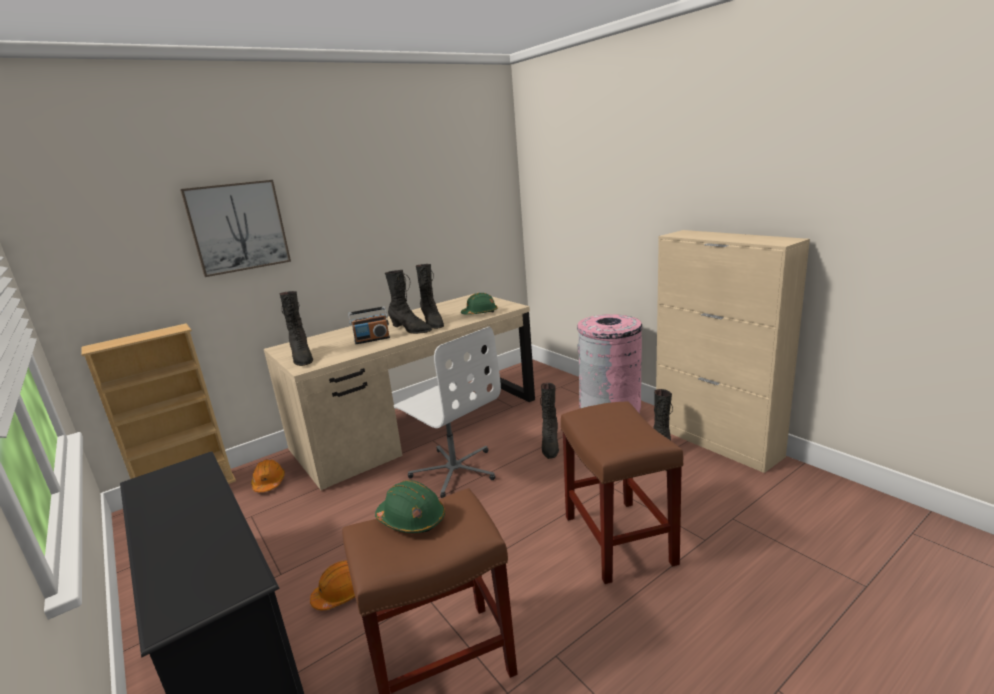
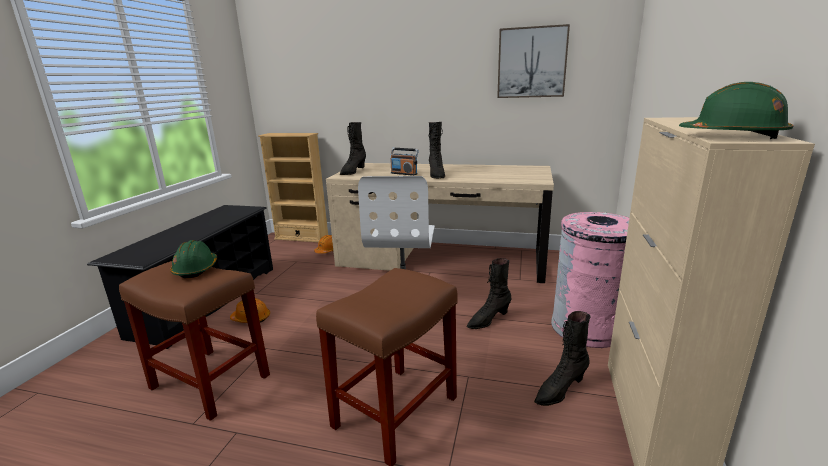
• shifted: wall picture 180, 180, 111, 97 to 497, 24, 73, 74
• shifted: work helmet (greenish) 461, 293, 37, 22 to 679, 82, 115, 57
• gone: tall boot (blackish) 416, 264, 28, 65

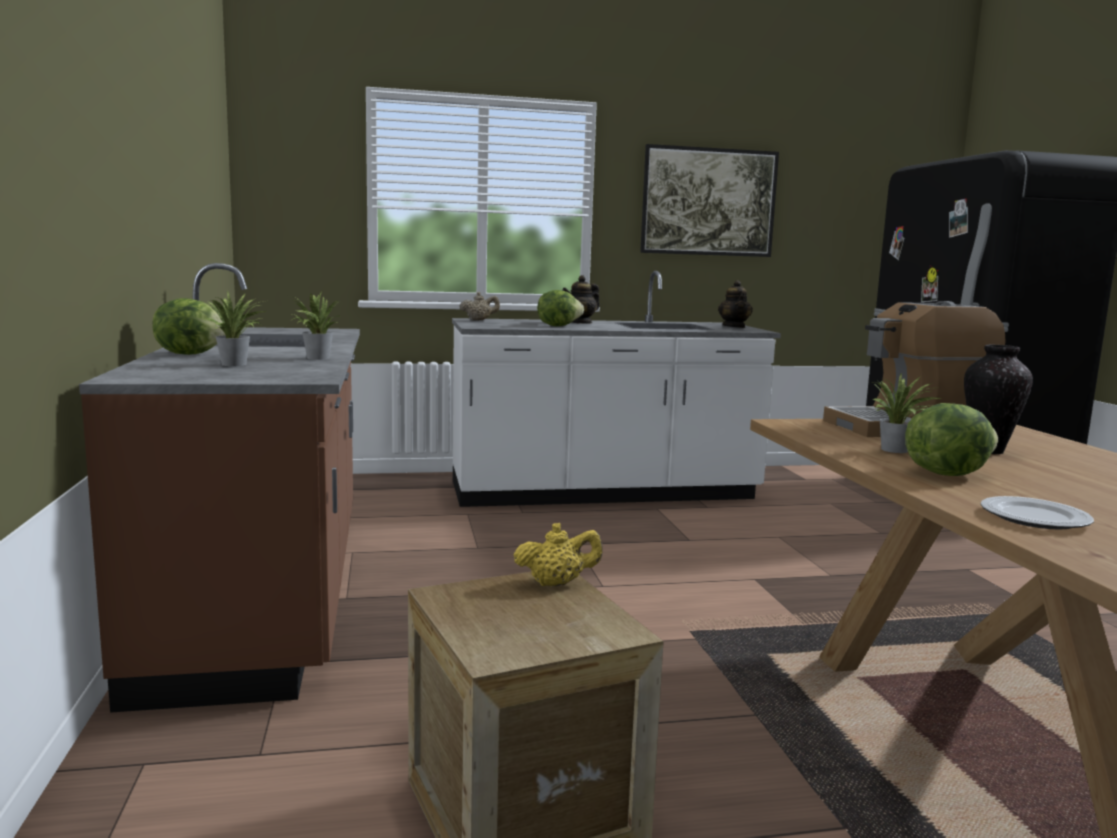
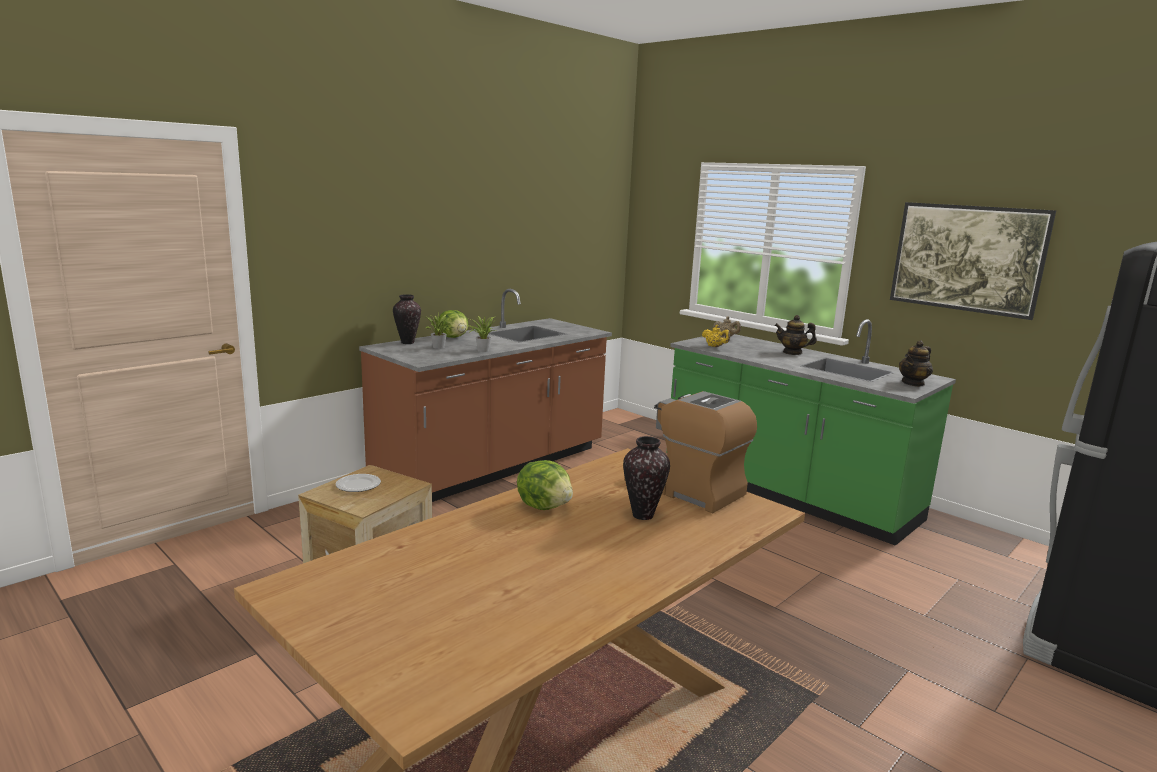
• shifted: dinner plate 980, 496, 114, 34 to 336, 474, 45, 18
• new: vase 393, 294, 28, 50
• repainted: kitchen base unit (white-coloured) 452, 271, 329, 236 to kitchen base unit (greenish) 670, 319, 286, 227
• shifted: teapot (yellow-coloured) 513, 523, 90, 64 to 702, 325, 28, 22
• gone: lettuce 537, 290, 47, 36
• gone: potted plant 872, 374, 69, 79

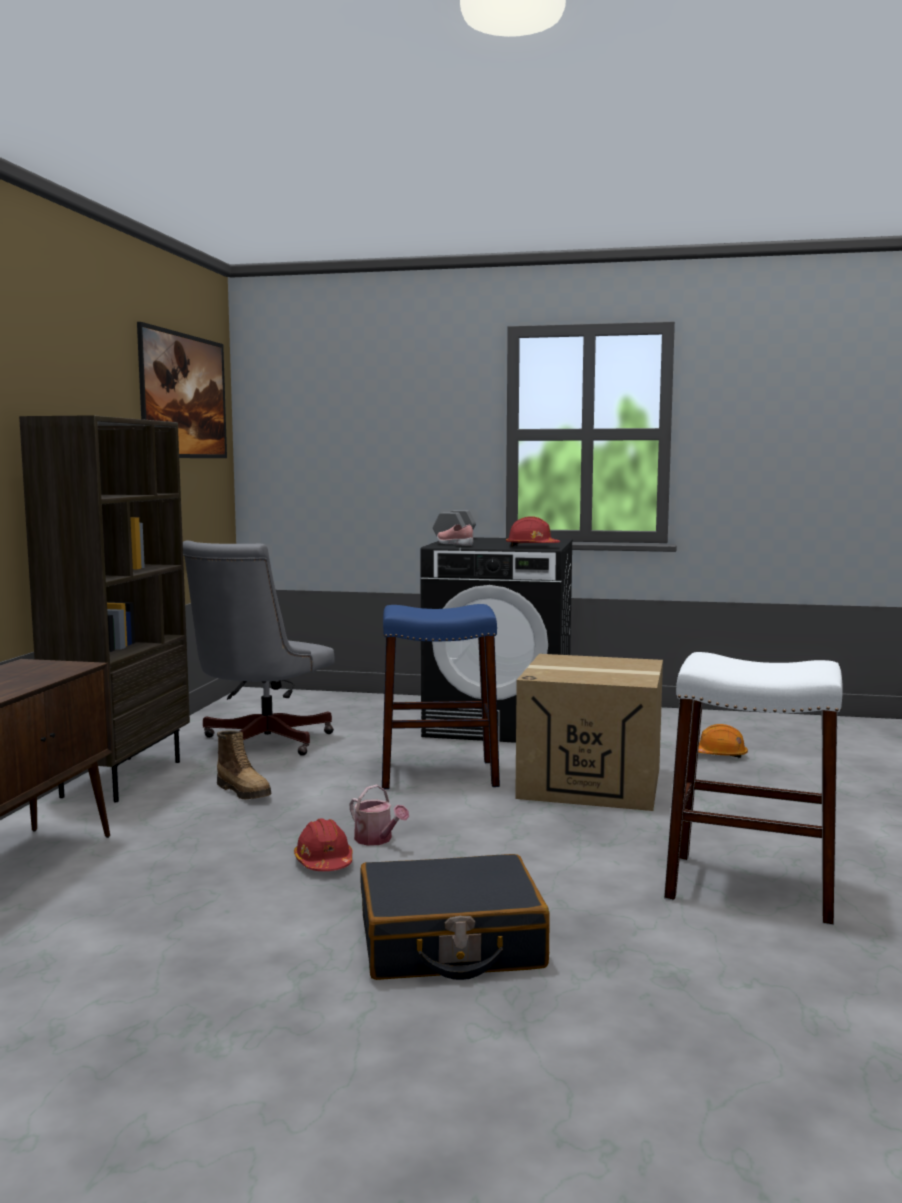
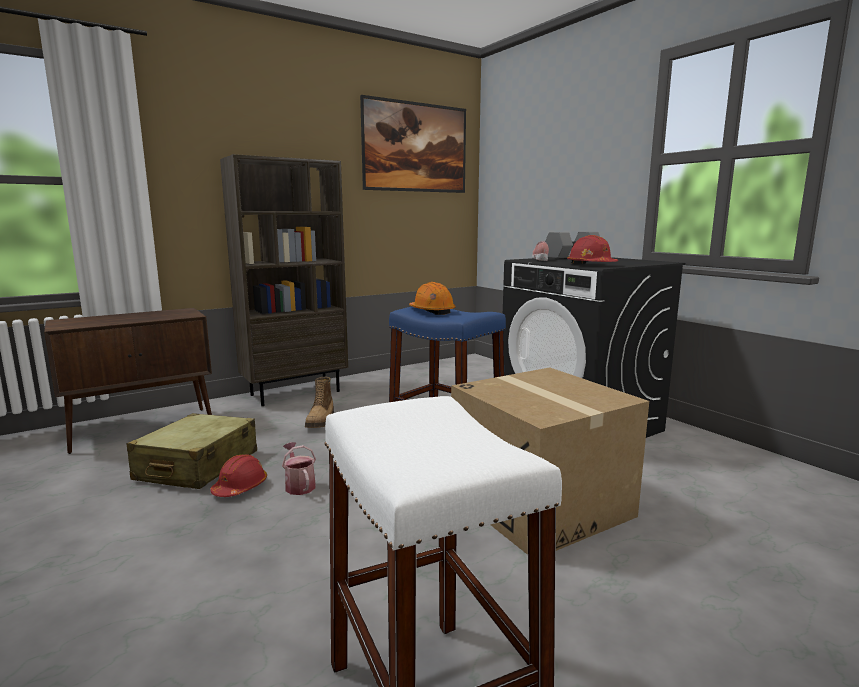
• new: suitcase (beige) 126, 413, 131, 76
• rotated: watering can 349, 784, 60, 62 = 282, 442, 34, 53 150 degrees clockwise
• shifted: work helmet (orange-coloured) 698, 724, 50, 34 to 409, 282, 46, 33
• gone: desk chair (greyish) 183, 541, 152, 215
• gone: suitcase (blackish) 361, 854, 189, 126

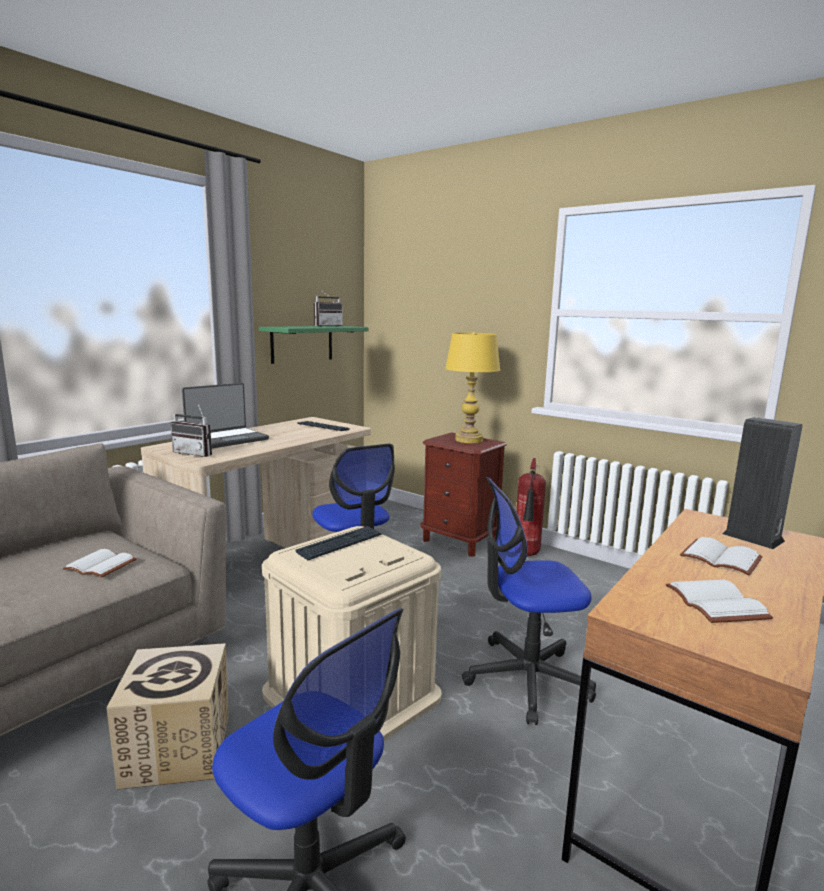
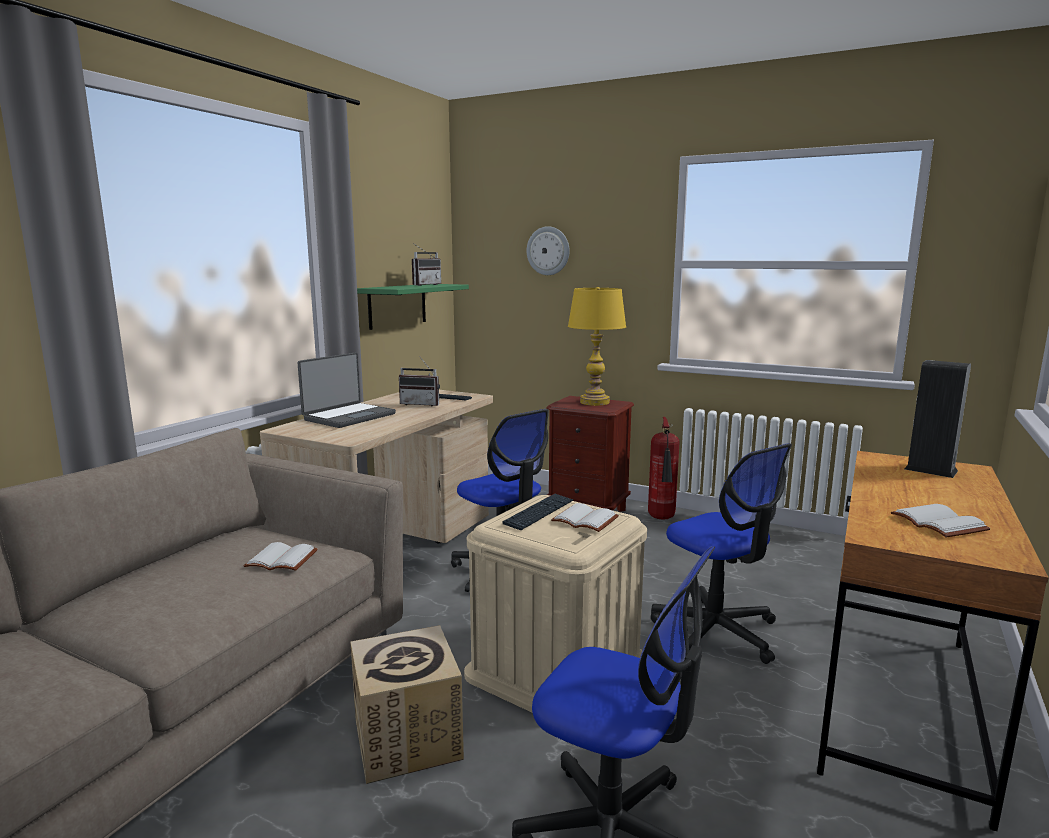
• shifted: radio set 171, 402, 41, 55 to 399, 356, 41, 50
• new: wall clock 527, 226, 43, 49
• shifted: bound book (white-coloured) 680, 537, 83, 38 to 551, 503, 68, 29
• rotated: desk chair 462, 477, 134, 248 = 651, 443, 141, 221 105 degrees counterclockwise

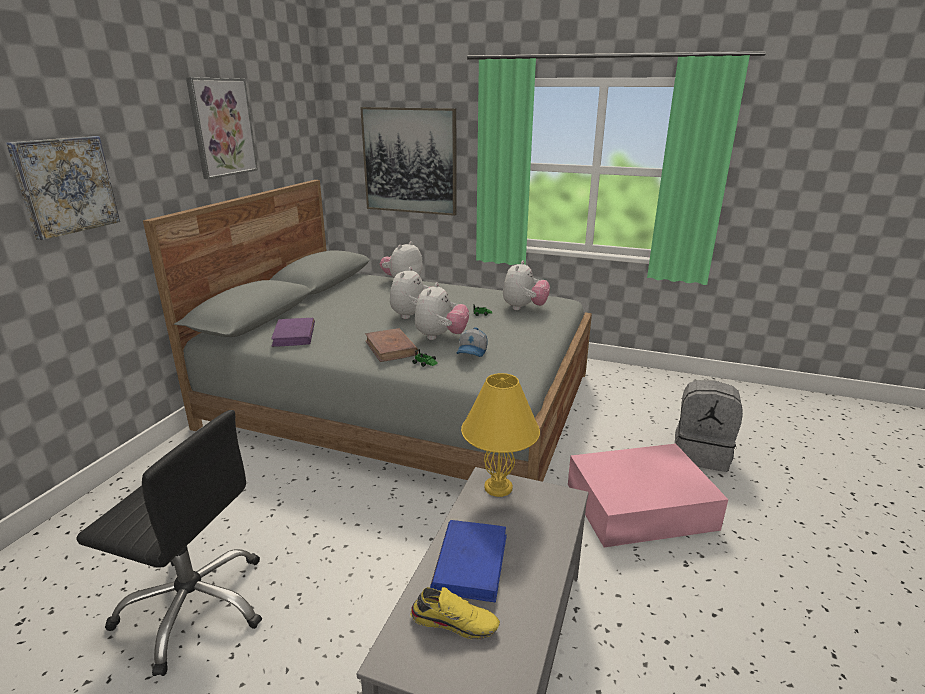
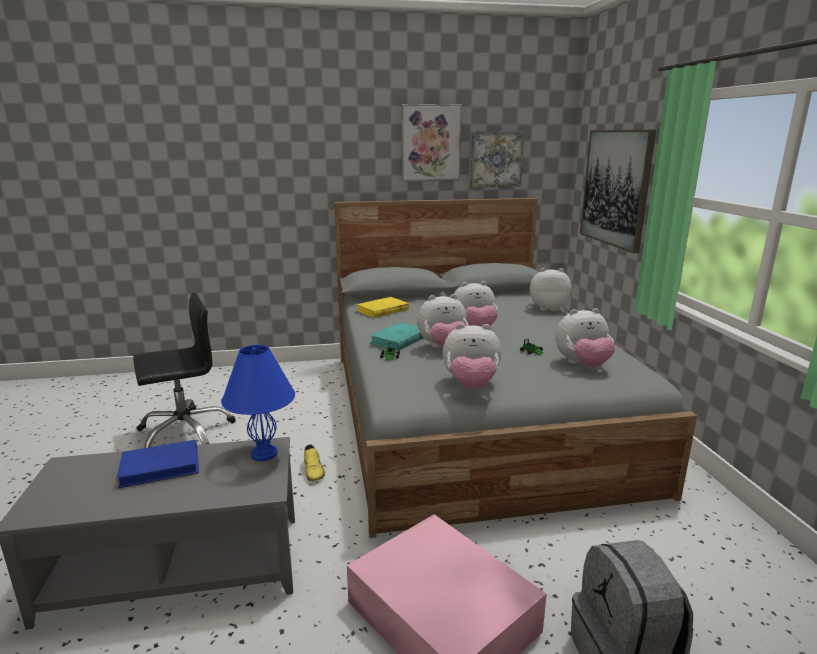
• rotated: desk chair (blackish) 76, 410, 186, 266 = 133, 292, 103, 156 105 degrees counterclockwise
• repainted: table lamp (yellow-coloured) 461, 373, 79, 124 to table lamp (blue-coloured) 221, 345, 74, 116
• shifted: low shoe (yellow-coloured) 410, 587, 90, 53 to 304, 444, 21, 37
• repainted: bound book (purple-coloured) 271, 318, 44, 29 to bound book (yellow-coloured) 356, 297, 53, 21
• repainted: bound book (brown-coloured) 365, 328, 53, 34 to bound book (blue-green) 369, 322, 54, 28
• new: soft toy 443, 323, 58, 66
• shifted: wall picture 6, 136, 114, 104 to 470, 131, 54, 56
• gone: cap 456, 327, 32, 30

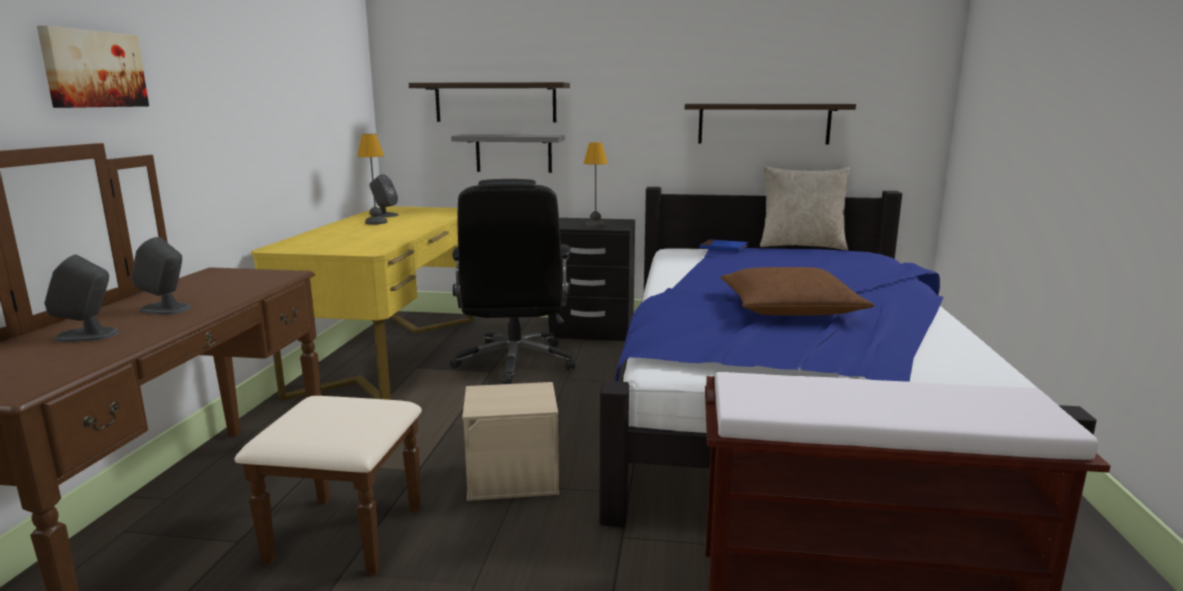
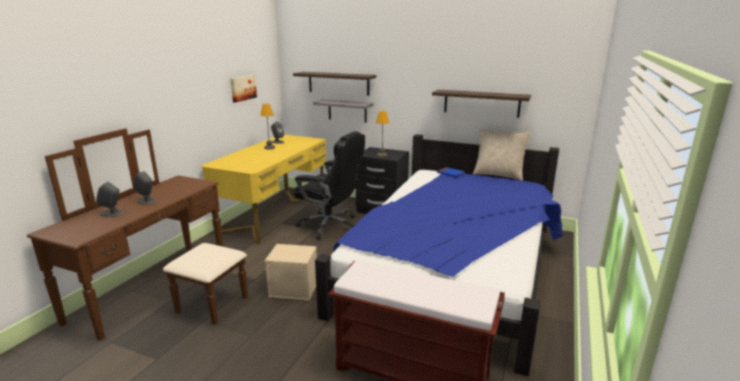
• shifted: wall picture 37, 26, 112, 82 to 230, 75, 27, 28
• rotated: desk chair (blackish) 450, 179, 125, 205 = 294, 131, 71, 109 75 degrees counterclockwise
• gone: cushion (brown-coloured) 720, 267, 154, 49

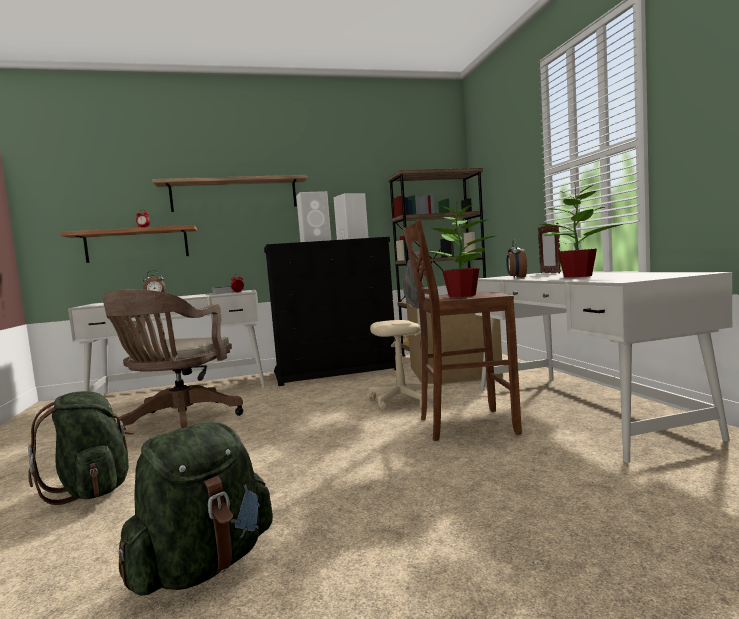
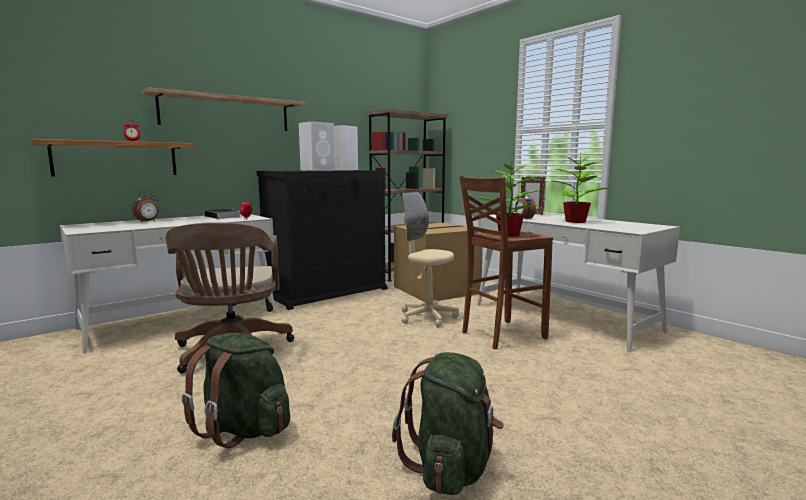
• rotated: desk chair (beige) 369, 252, 65, 159 = 402, 192, 57, 136 105 degrees counterclockwise

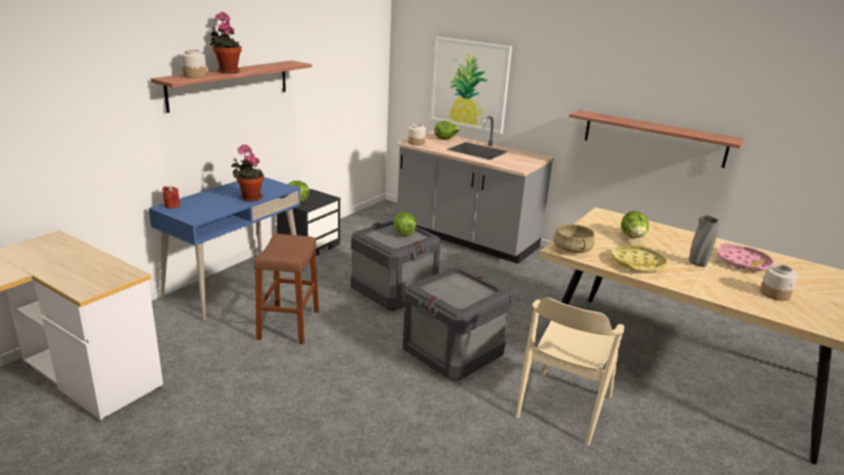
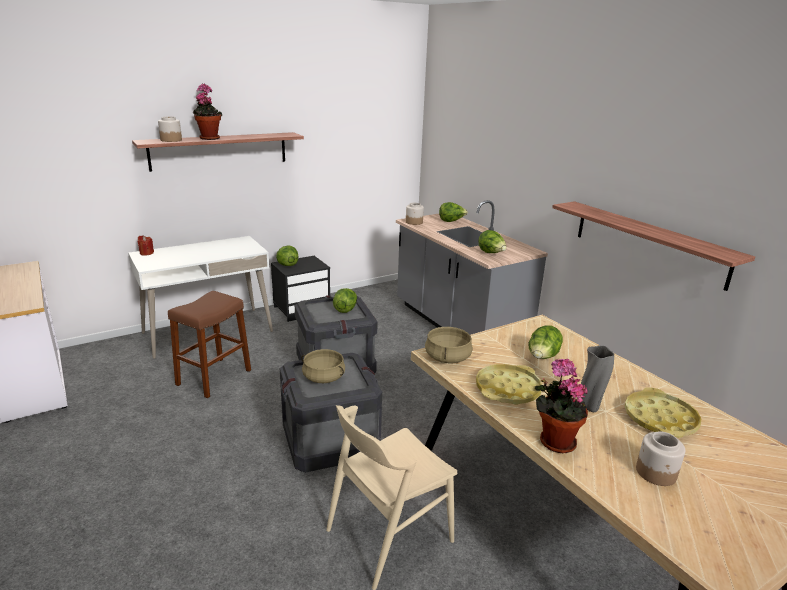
• repainted: desk table (blue-coloured) 149, 177, 151, 144 to desk table (white-coloured) 128, 236, 145, 123
• new: cooking pot (beige) 301, 349, 44, 34
• new: lettuce 478, 230, 28, 23
• shifted: potted plant 231, 144, 33, 58 to 535, 359, 53, 94
• repainted: carrying tray (pink-coloured) 717, 243, 57, 29 to carrying tray (yellow-coloured) 625, 387, 76, 51
• gone: wall picture 431, 37, 81, 97

